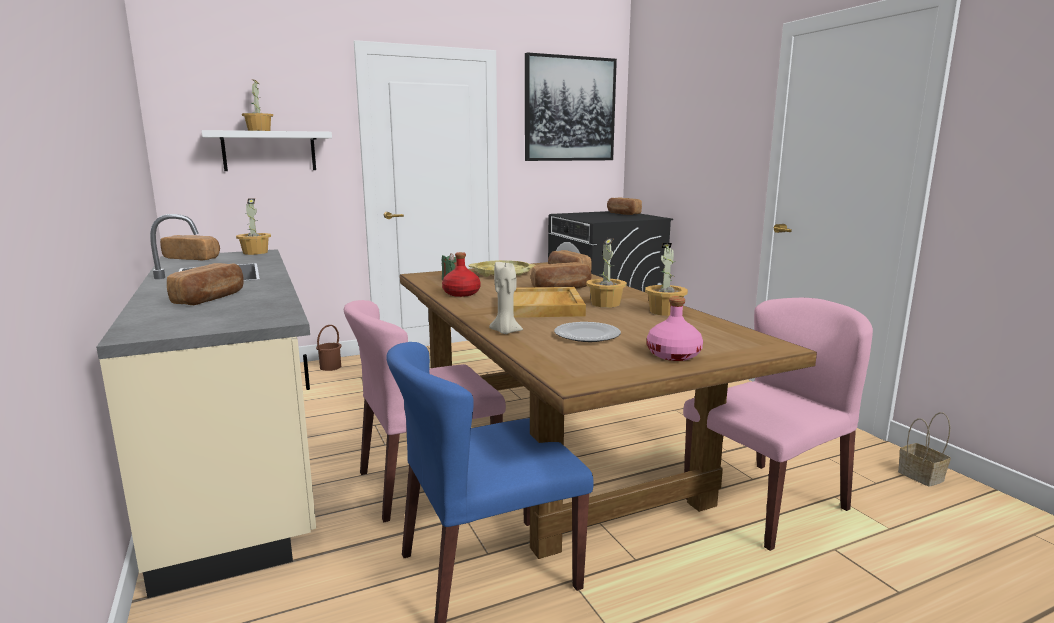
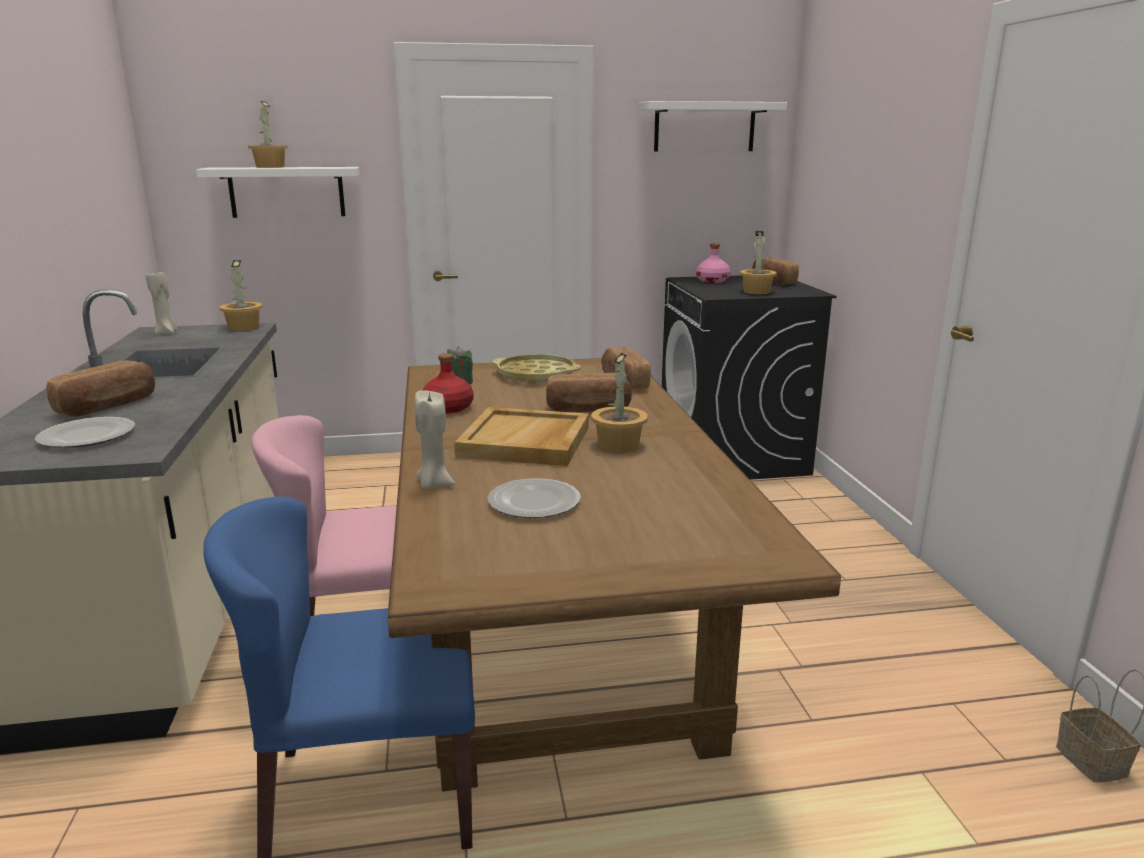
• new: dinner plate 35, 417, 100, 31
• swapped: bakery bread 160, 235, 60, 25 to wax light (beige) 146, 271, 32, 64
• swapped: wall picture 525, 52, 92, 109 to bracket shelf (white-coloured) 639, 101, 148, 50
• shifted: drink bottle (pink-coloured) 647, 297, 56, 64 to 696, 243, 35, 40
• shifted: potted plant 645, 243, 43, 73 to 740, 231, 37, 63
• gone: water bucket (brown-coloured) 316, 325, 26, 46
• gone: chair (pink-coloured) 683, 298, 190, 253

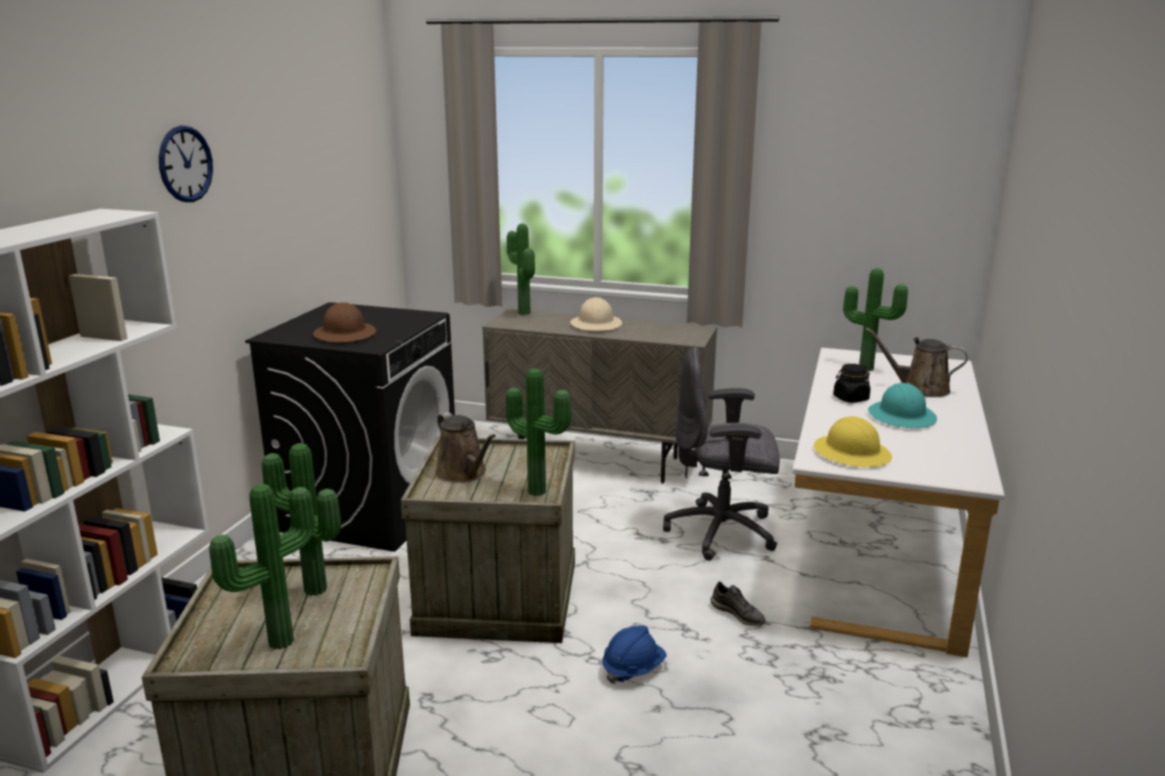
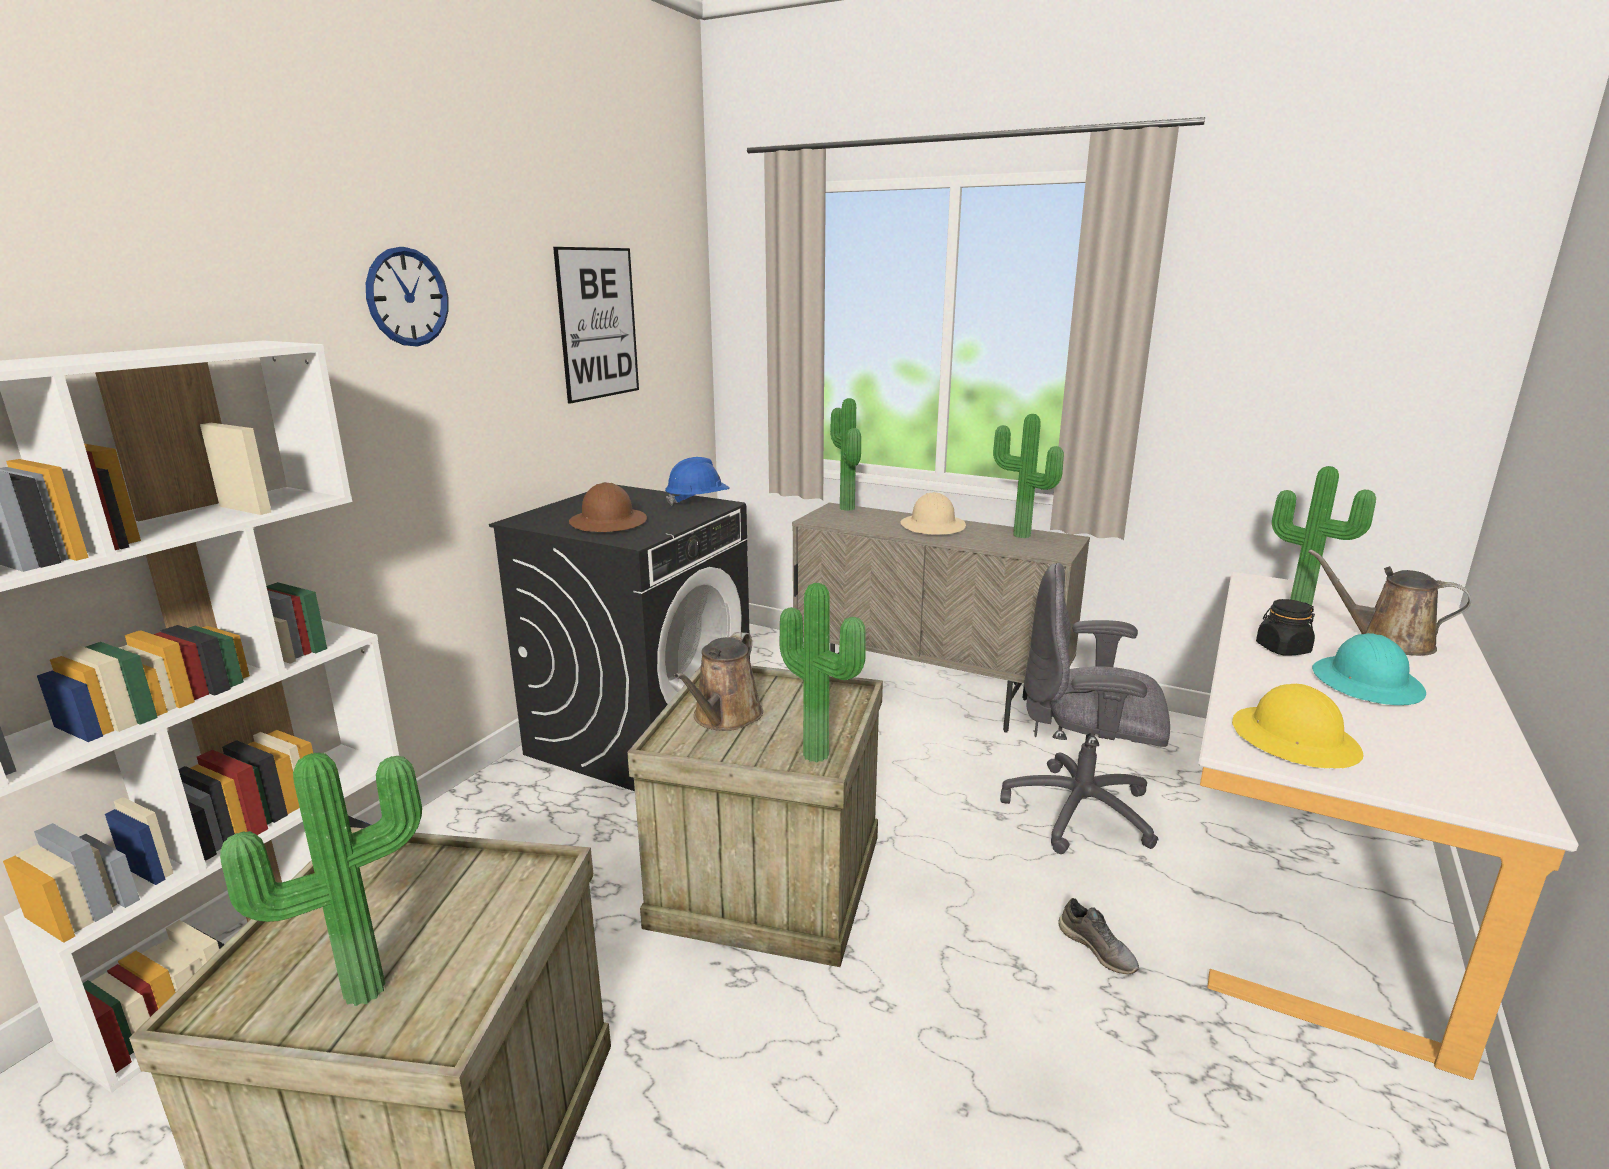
• new: wall picture 553, 247, 86, 157
• shifted: work helmet (blue-coloured) 602, 625, 65, 59 to 665, 457, 65, 49
• rotated: watering can (brown-coloured) 435, 412, 61, 71 = 674, 632, 89, 99 45 degrees clockwise
• shifted: potted plant 262, 443, 79, 153 to 993, 414, 71, 124

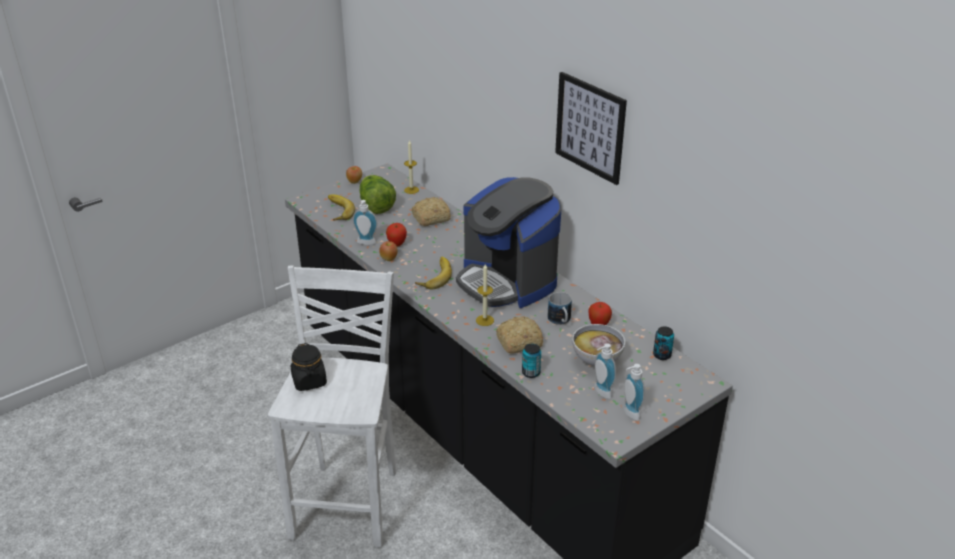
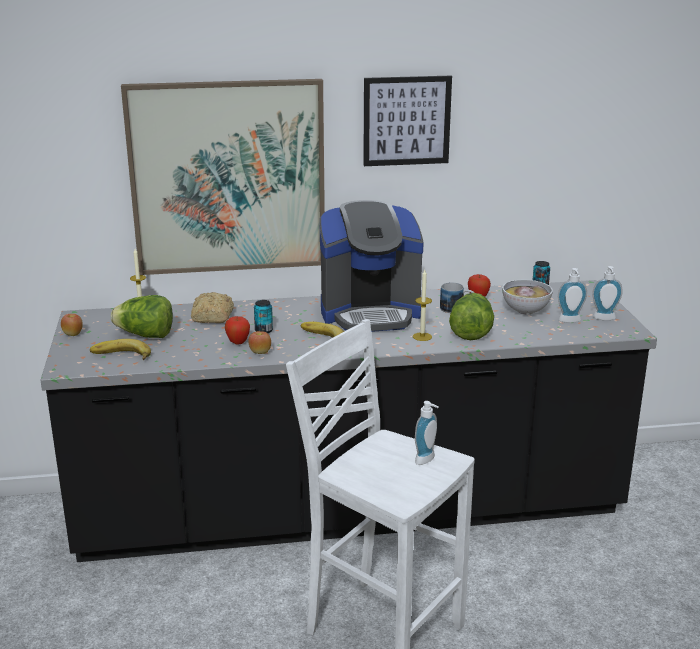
• new: wall picture 121, 79, 204, 196
• shifted: sealed can 522, 344, 19, 34 to 254, 300, 19, 33
• shifted: soap bottle 353, 200, 25, 45 to 415, 401, 24, 64
• swapped: bakery bread 496, 316, 47, 38 to lettuce 449, 293, 45, 47
• gone: preserve jar (blackish) 291, 343, 36, 48

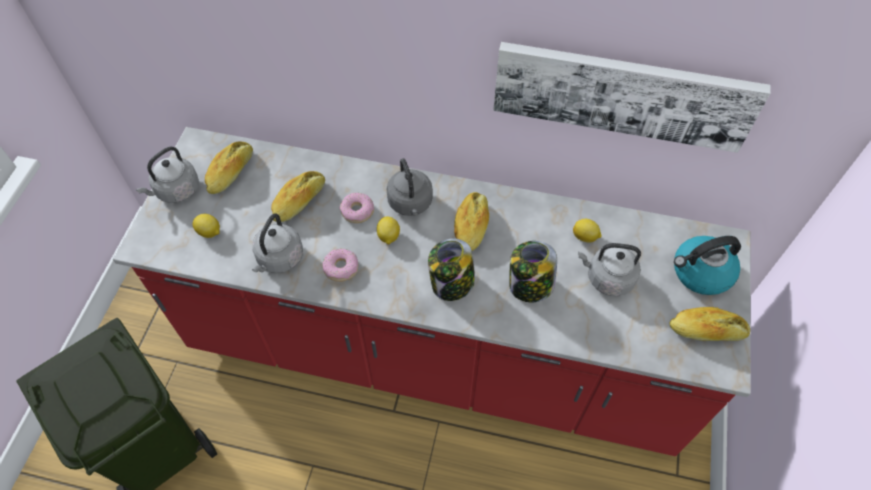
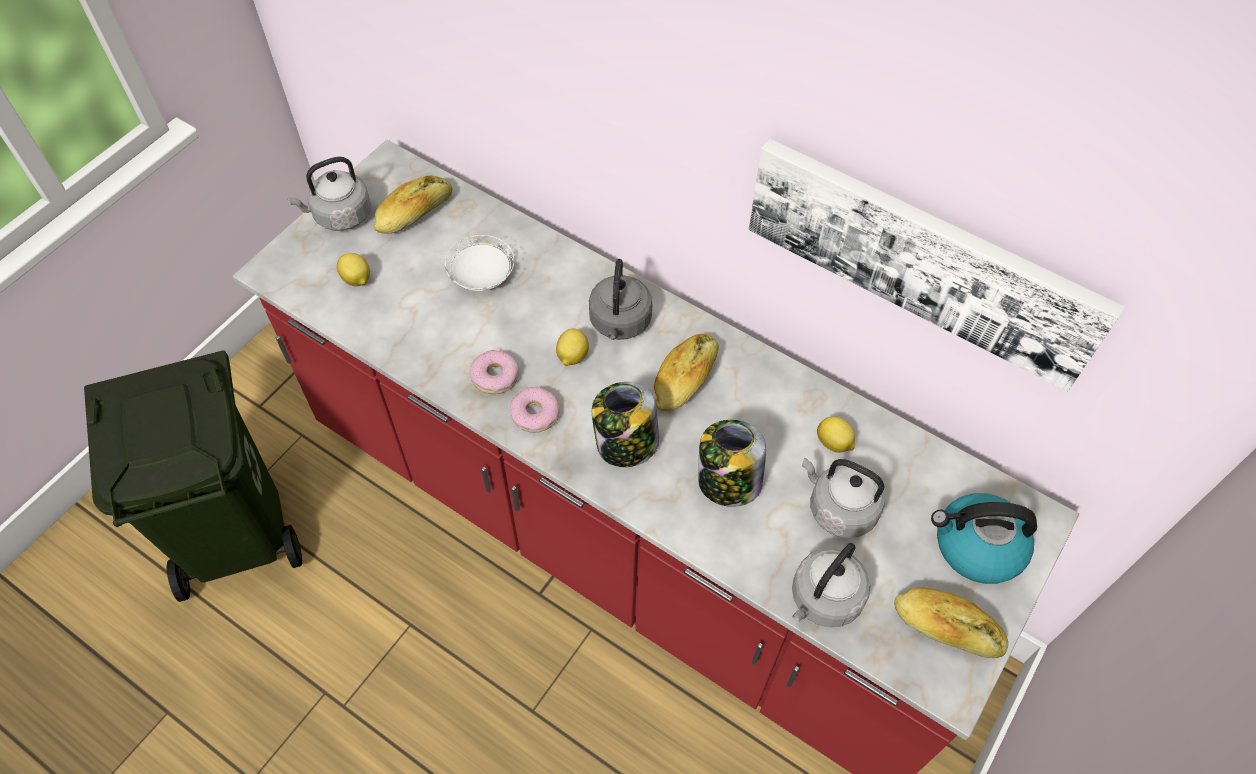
• swapped: bakery bread 271, 171, 54, 51 to dinner plate (white-coloured) 445, 235, 69, 56
• shifted: doughnut 339, 193, 35, 30 to 510, 387, 50, 46
• shifted: water kettle (greyish) 252, 213, 51, 60 to 792, 543, 78, 84

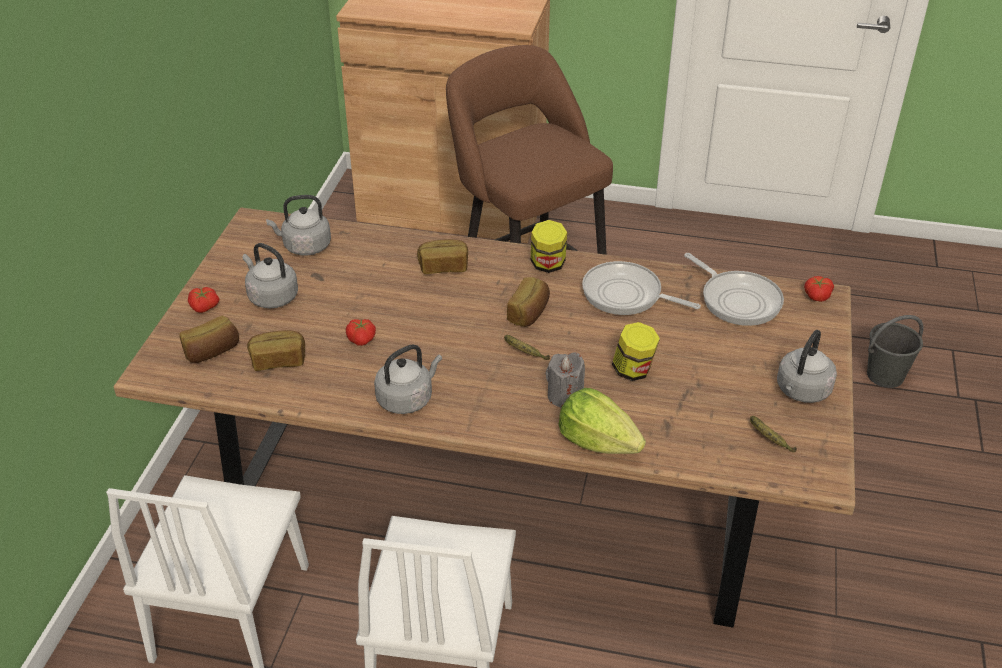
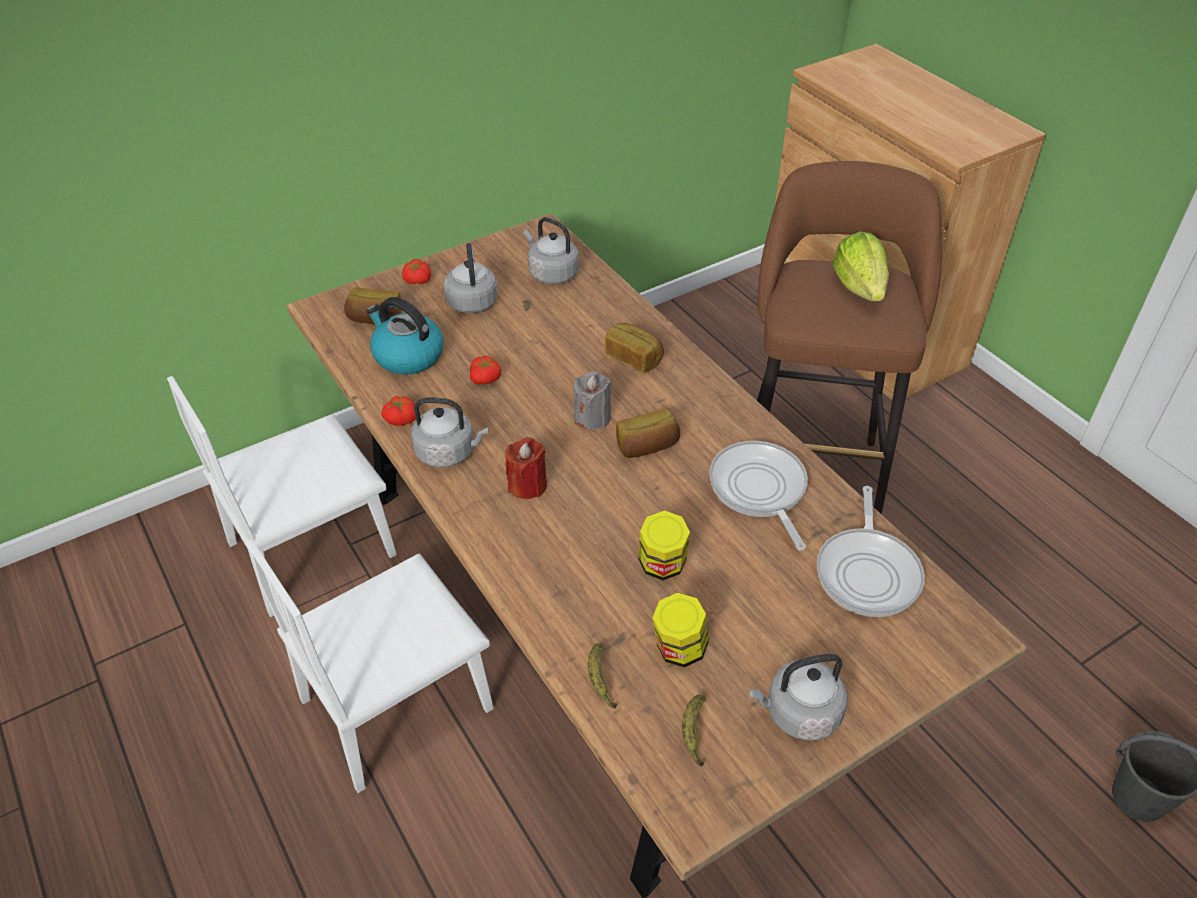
• swapped: bakery bread 247, 330, 58, 41 to water kettle 366, 297, 78, 78
• shifted: fresh tomato 804, 276, 30, 26 to 381, 396, 35, 30
• new: wax light (red) 505, 437, 42, 62
• shifted: wax light (greyish) 545, 352, 40, 56 to 574, 371, 37, 58
• shifted: banana fruit 504, 335, 46, 25 to 588, 643, 29, 66
• shifted: preserve jar 531, 220, 36, 53 to 653, 592, 55, 75
• shifted: lettuce 558, 388, 88, 66 to 833, 231, 56, 70

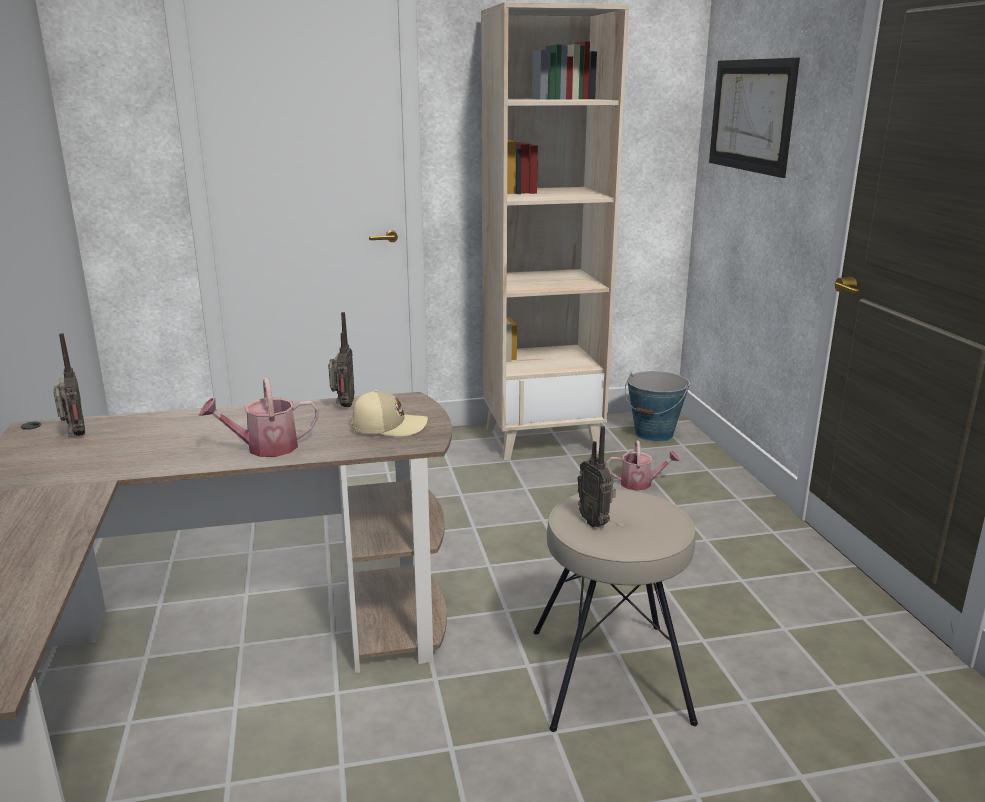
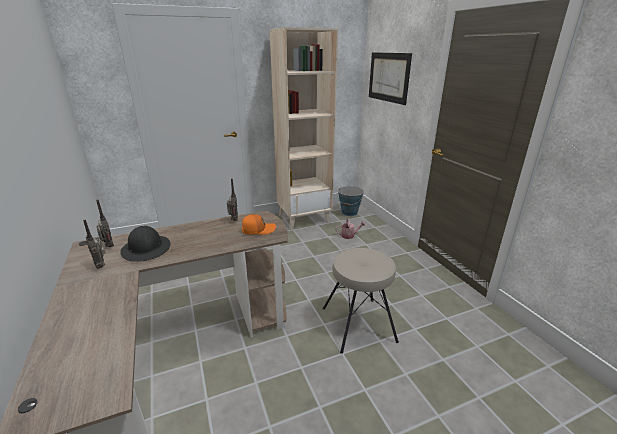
• shifted: radio set 578, 426, 38, 101 to 83, 220, 23, 49
• new: work helmet (blackish) 120, 226, 50, 36
• repainted: cap (beige) 352, 390, 76, 47 to cap (orange-coloured) 242, 214, 34, 21
• gone: watering can 199, 378, 120, 79

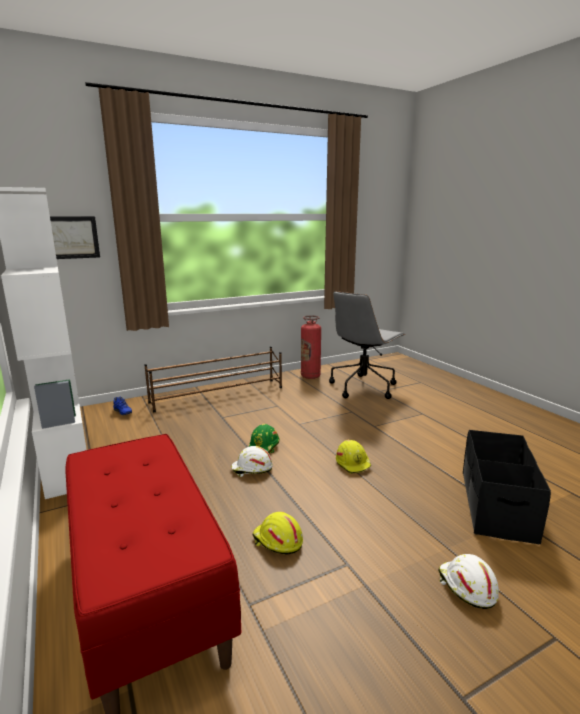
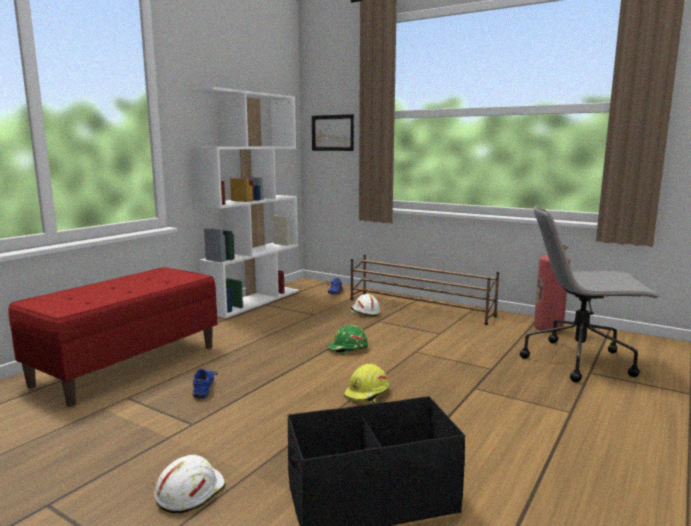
• swapped: work helmet (yellow-coloured) 253, 512, 50, 42 to low shoe (blue-coloured) 193, 369, 25, 30
• shifted: work helmet (white-coloured) 231, 446, 42, 31 to 351, 294, 29, 22

